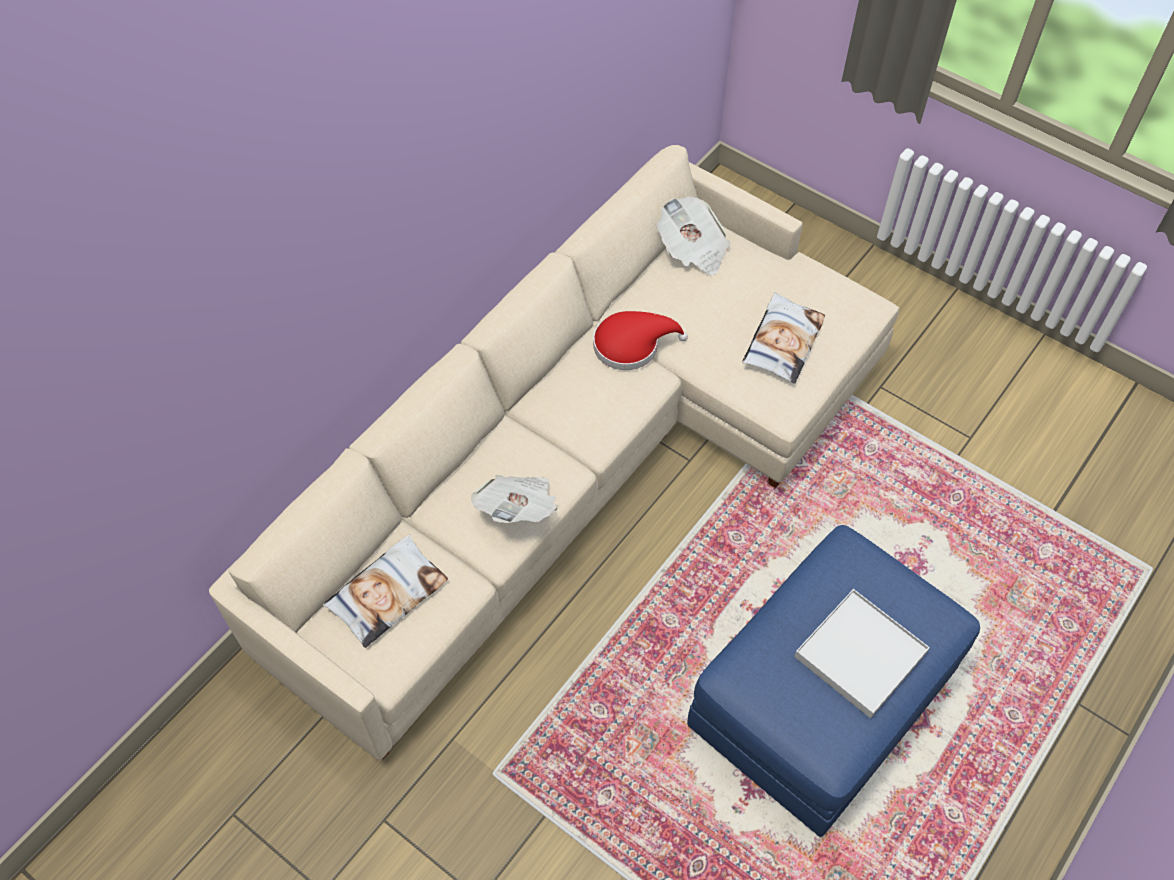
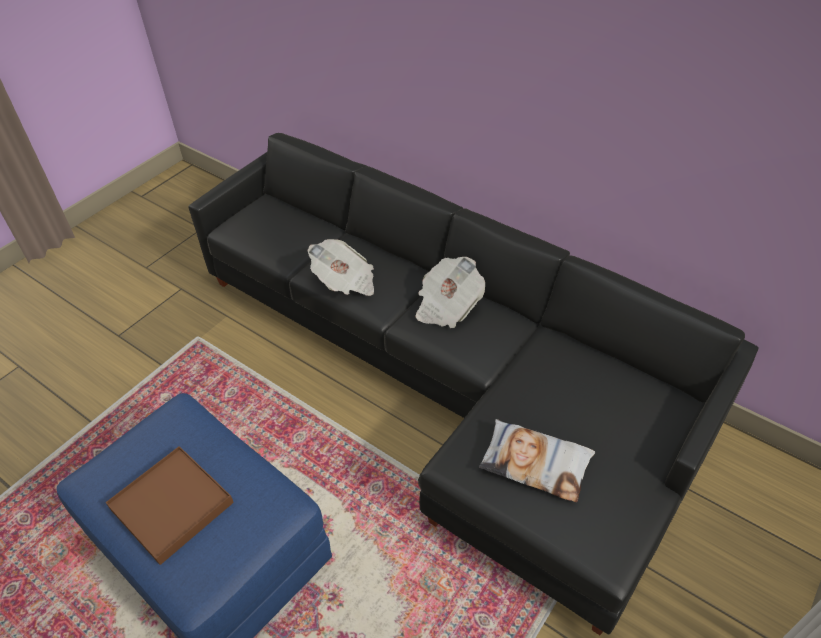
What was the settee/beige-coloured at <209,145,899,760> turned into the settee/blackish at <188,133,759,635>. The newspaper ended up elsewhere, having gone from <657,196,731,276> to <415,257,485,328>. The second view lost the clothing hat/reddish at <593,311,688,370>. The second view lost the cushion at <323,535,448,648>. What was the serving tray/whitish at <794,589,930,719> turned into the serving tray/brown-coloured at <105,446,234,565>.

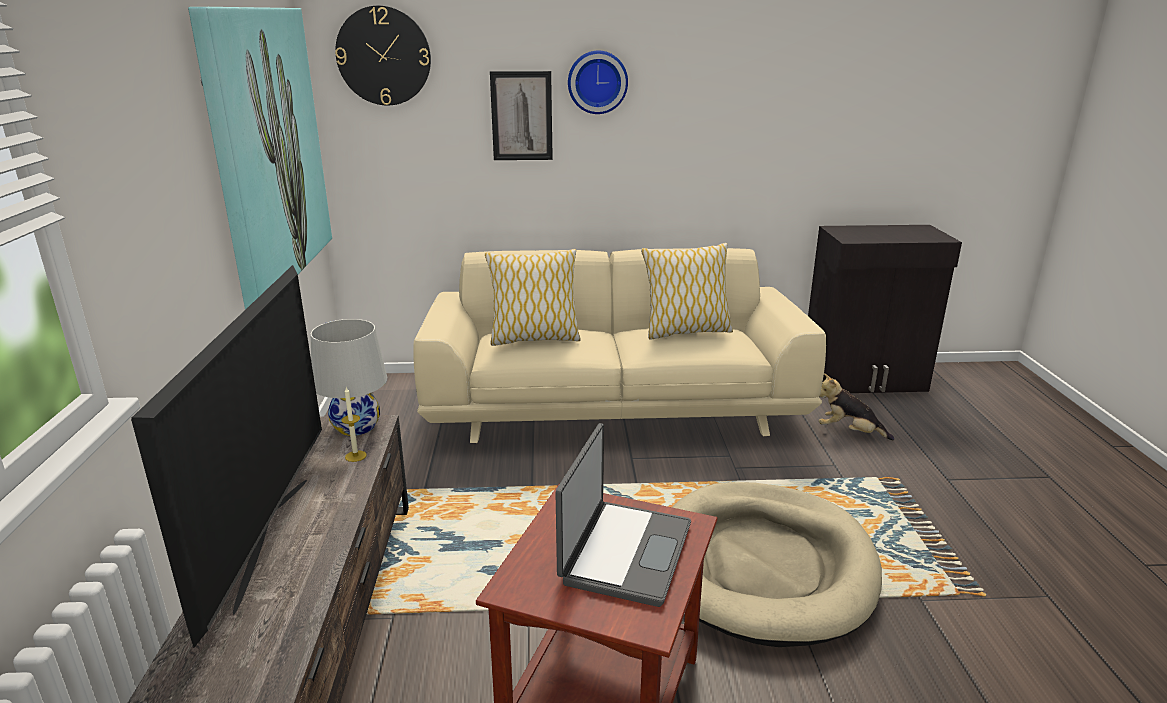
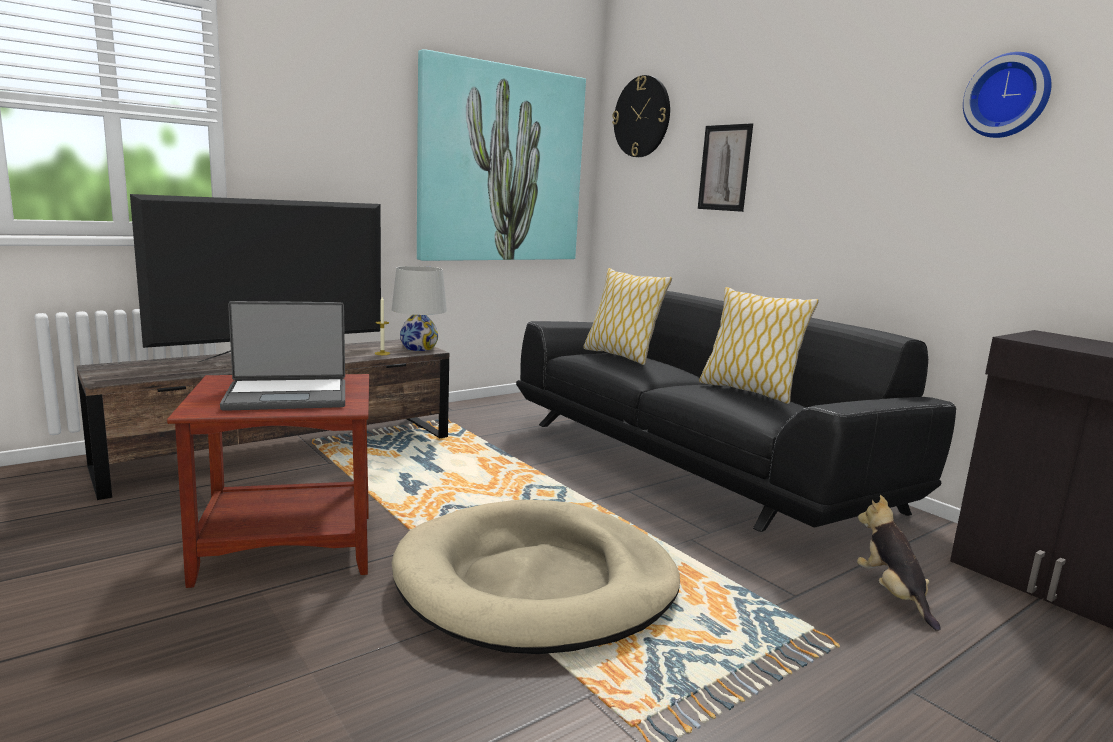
The wall clock ended up elsewhere, having gone from <568,51,628,114> to <963,52,1051,138>. What was the settee/beige-coloured at <413,248,826,443> turned into the settee/blackish at <516,291,956,532>.

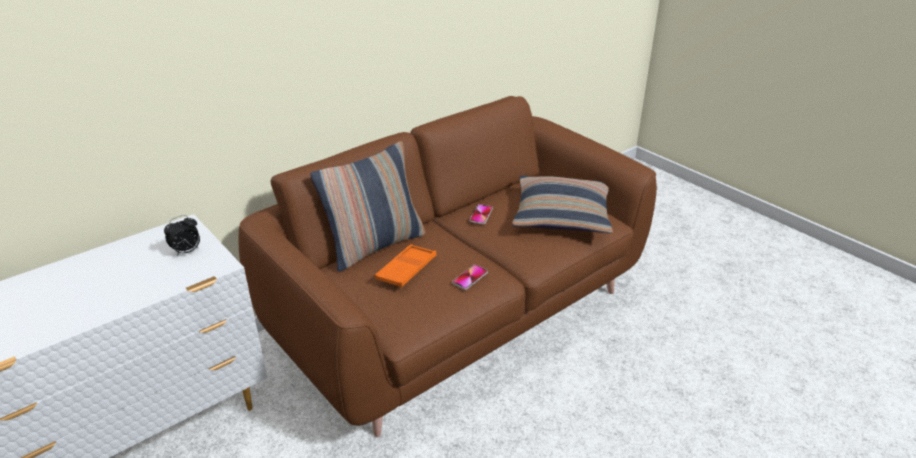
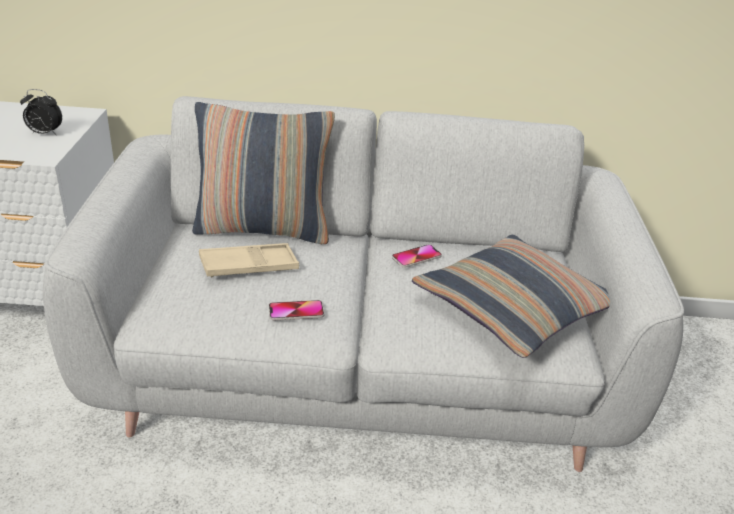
What was the settee/brown-coloured at <238,96,657,437> turned into the settee/greyish at <43,96,684,472>. What was the serving tray/orangey at <375,244,436,287> turned into the serving tray/beige-coloured at <199,243,299,278>.

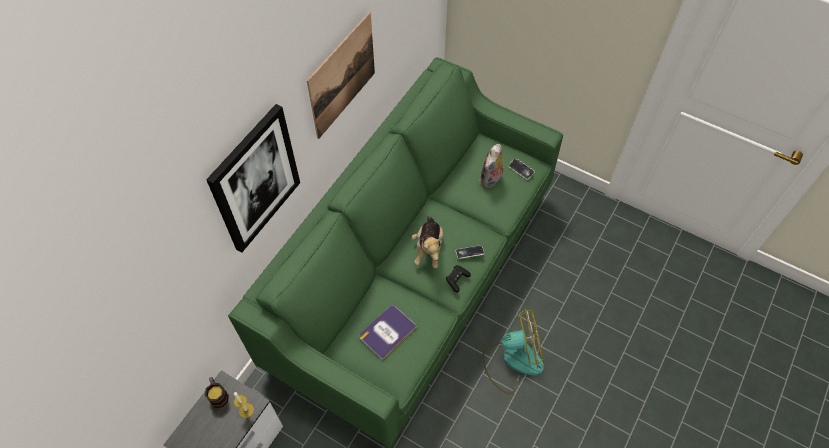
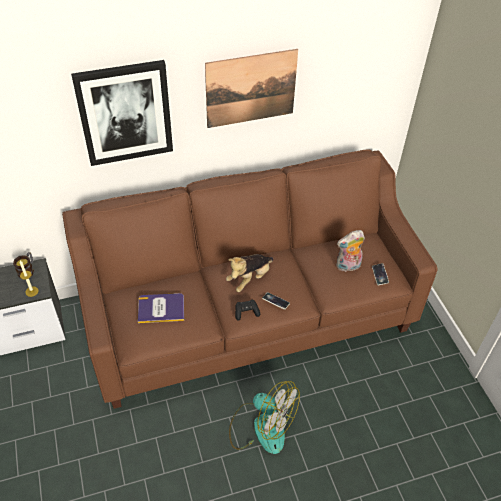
What was the settee/green at <228,57,563,448> turned into the settee/brown-coloured at <62,149,438,409>.

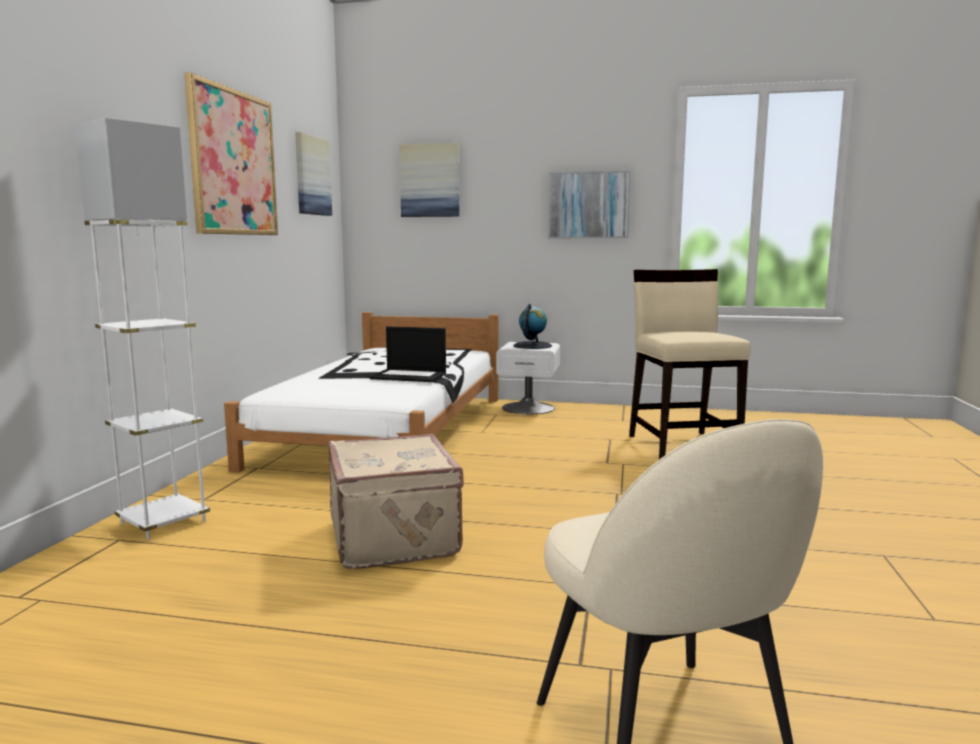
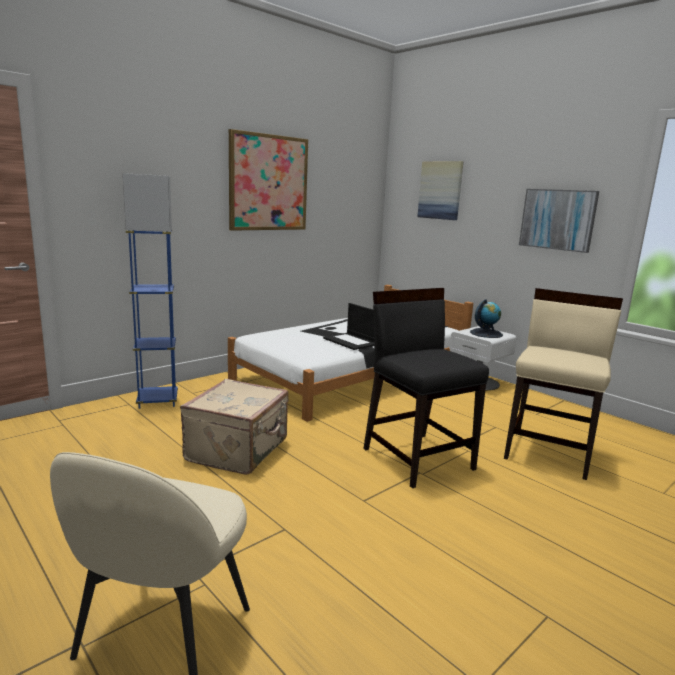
What was the floor lamp/whitish at <75,118,210,540> turned into the floor lamp/blue-coloured at <123,173,178,409>. The second view lost the picture at <295,132,332,216>. The second view gained the plain chair/blackish at <363,288,489,488>.

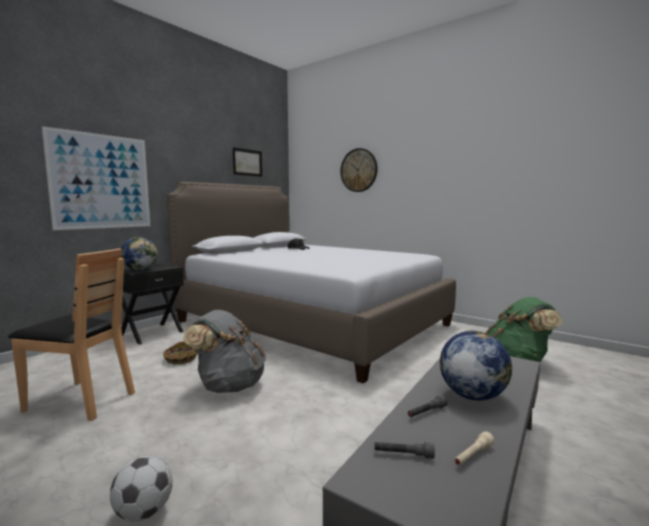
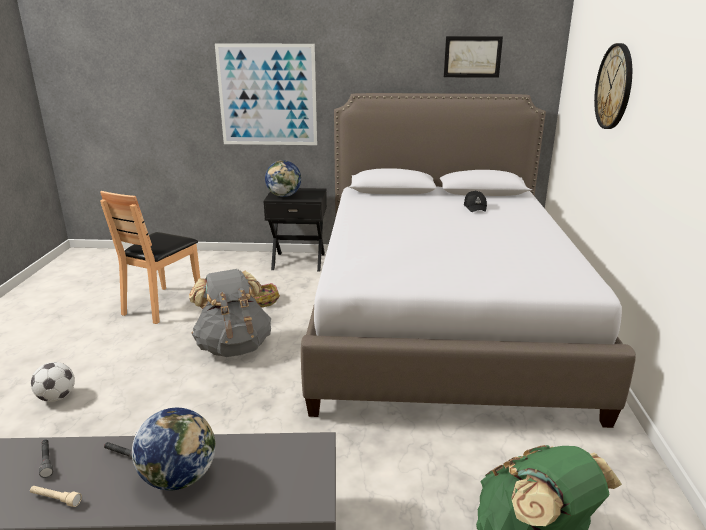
The plain chair/brown-coloured at <8,248,135,421> ended up facing another way, 45 degrees clockwise from before.

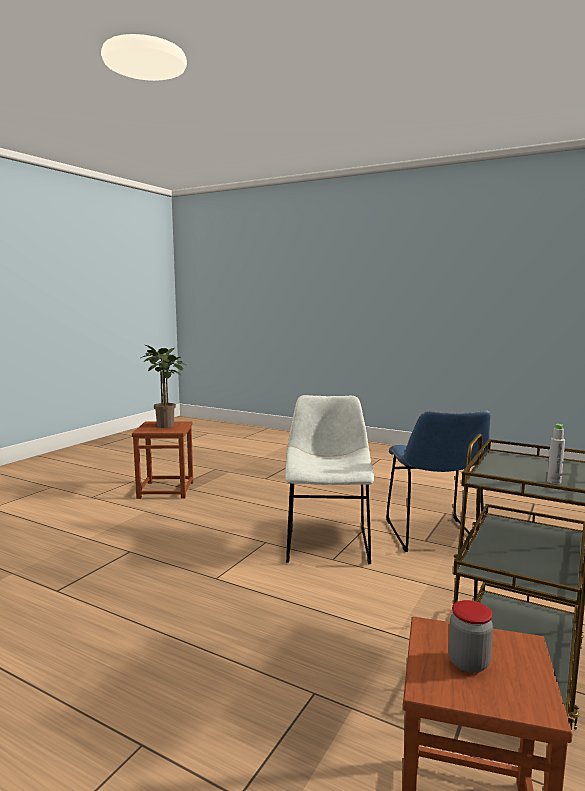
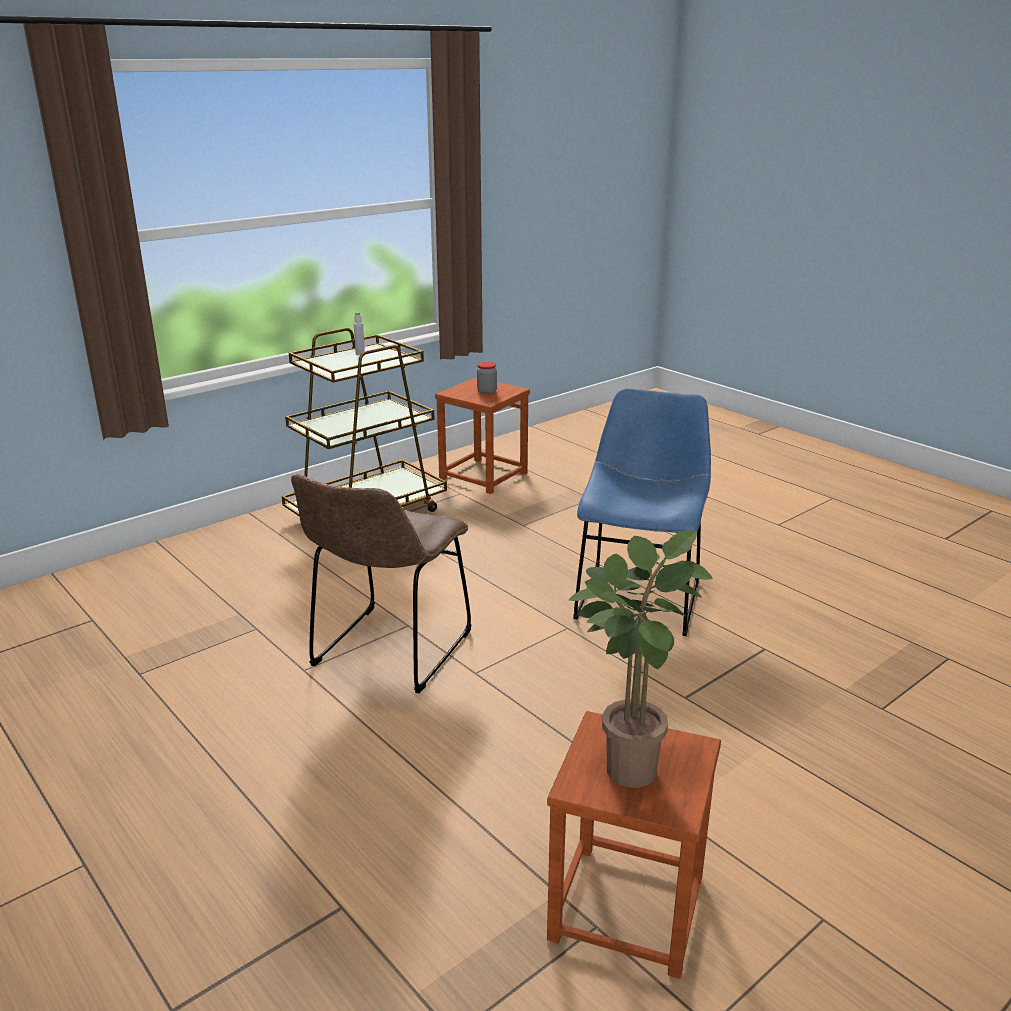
What was the plain chair/whitish at <285,395,374,564> turned into the plain chair/brown-coloured at <291,474,472,693>. The plain chair/blue-coloured ended up elsewhere, having gone from <386,410,491,552> to <573,388,711,636>.

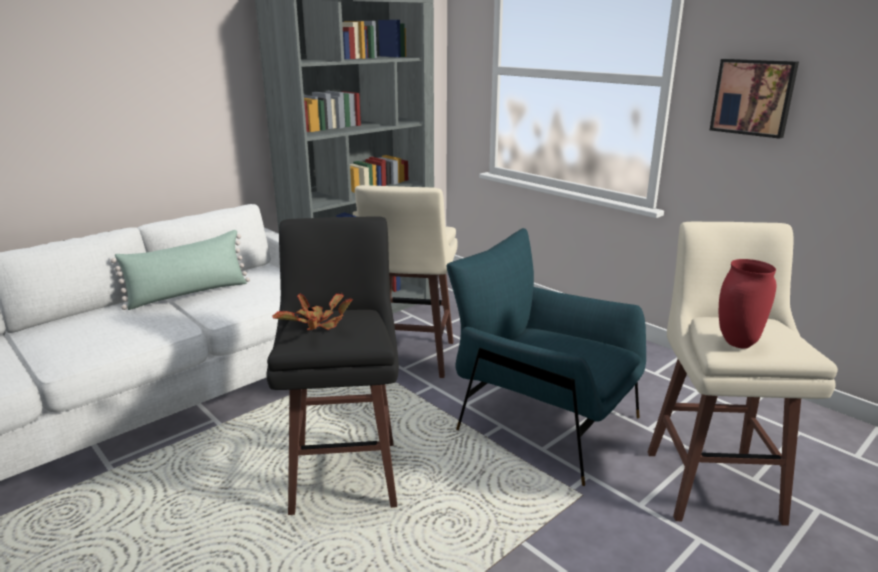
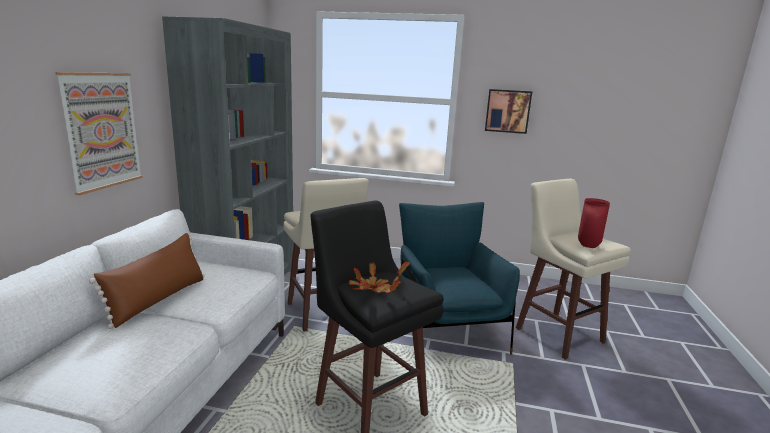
The lounge chair/blue-coloured at <446,228,646,486> ended up facing another way, 75 degrees clockwise from before. What was the cushion/green at <110,230,250,310> turned into the cushion/brown-coloured at <89,233,205,329>. The second view gained the picture at <55,72,143,195>.

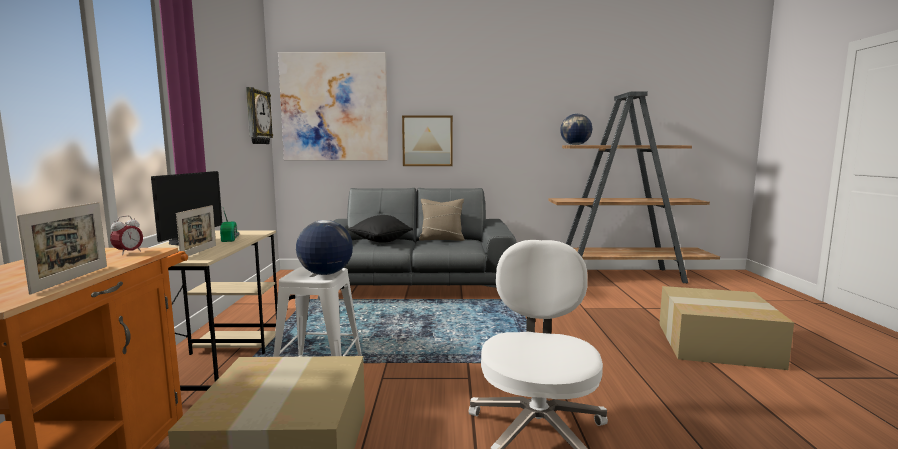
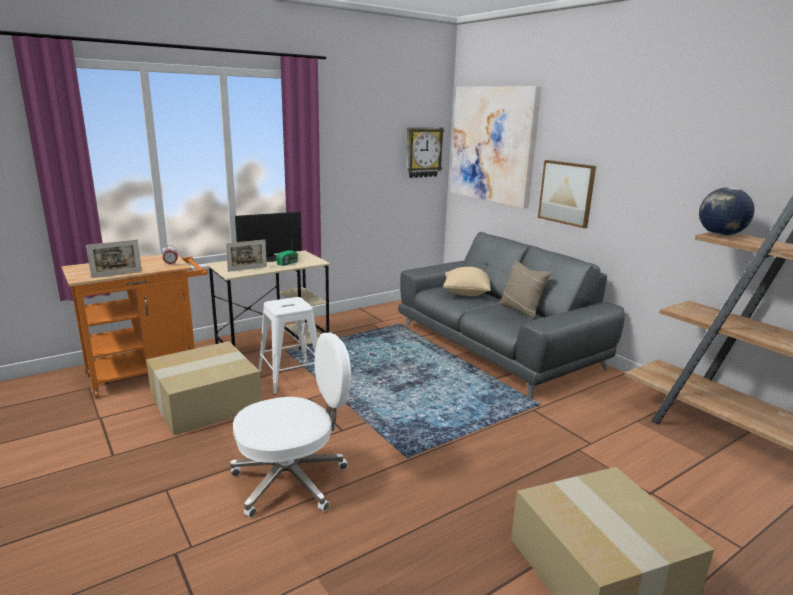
What was the cushion/blackish at <348,215,413,243> turned into the cushion/beige-coloured at <443,267,491,296>. The second view lost the globe at <296,220,353,275>.

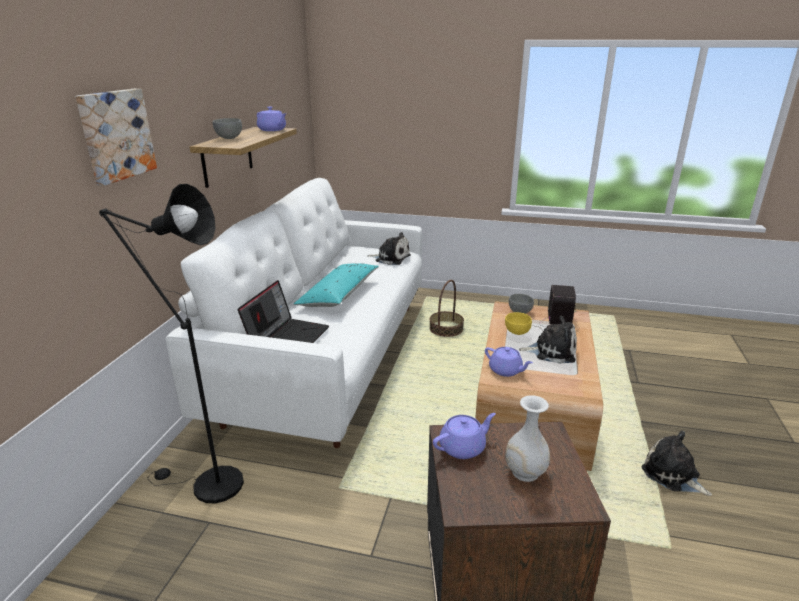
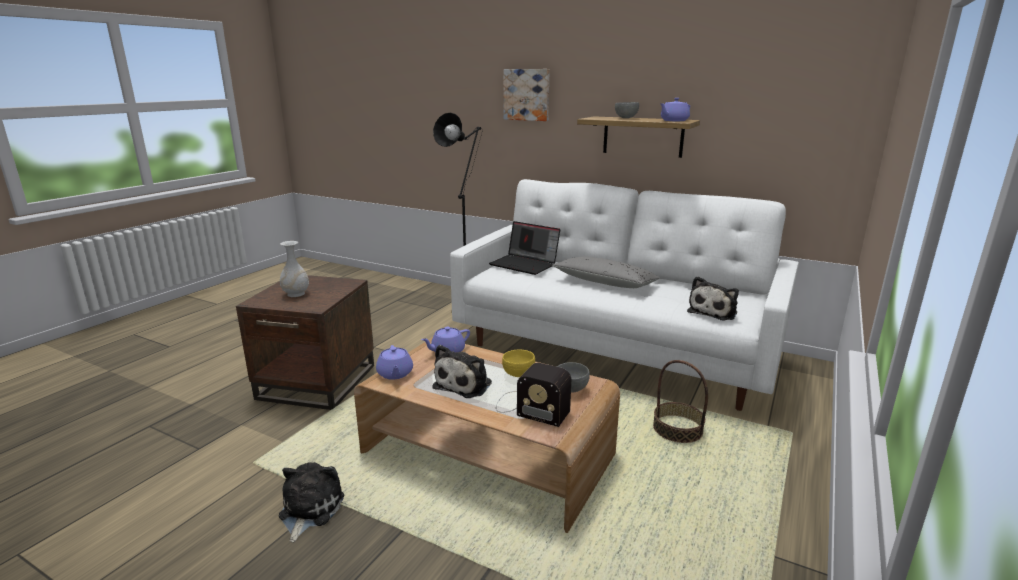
What was the cushion/blue-green at <294,263,379,307> turned into the cushion/greyish at <552,256,660,288>. The tea pot/purple-coloured ended up elsewhere, having gone from <433,413,496,459> to <376,345,413,380>. The plush toy at <642,431,712,496> ended up facing another way, 60 degrees counterclockwise from before.

